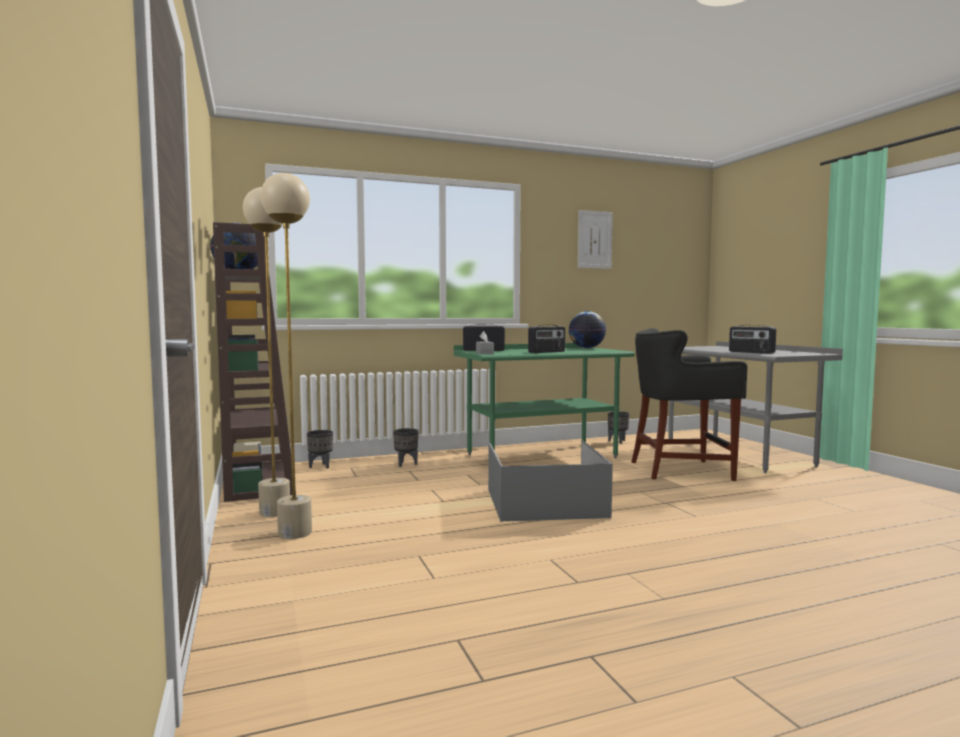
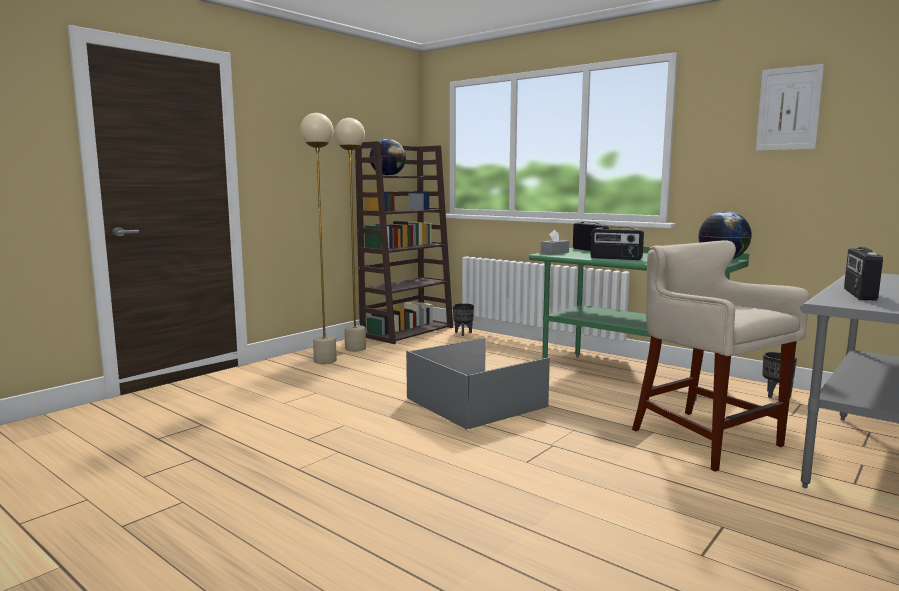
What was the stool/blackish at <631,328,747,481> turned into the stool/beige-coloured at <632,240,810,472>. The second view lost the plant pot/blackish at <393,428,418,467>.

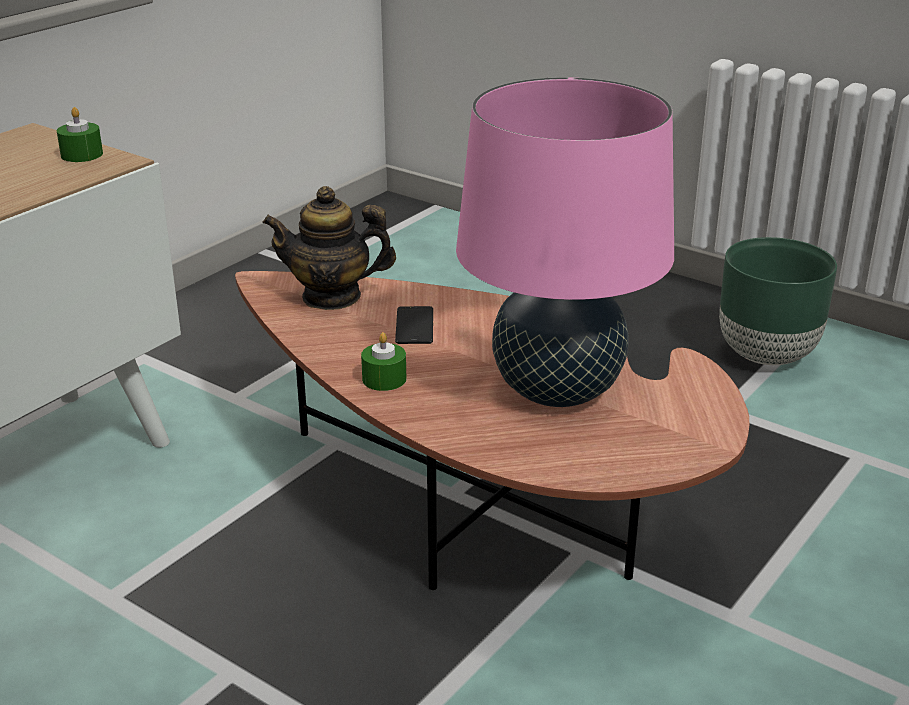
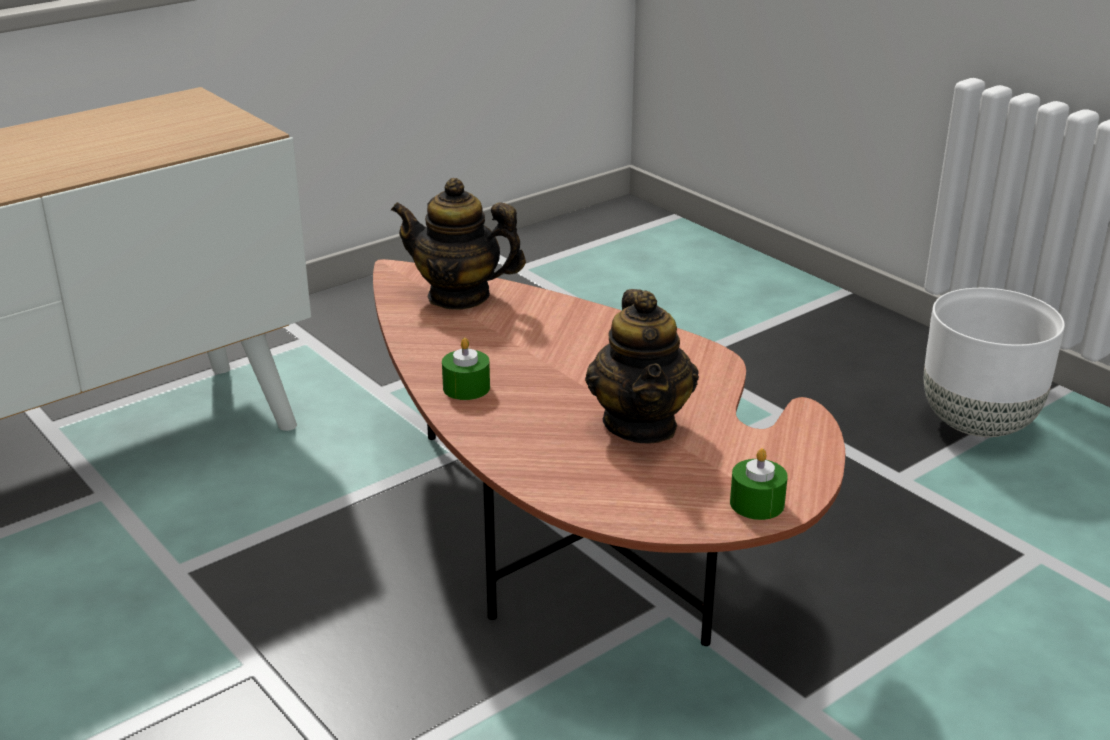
Where the table lamp/pinkish stood at <456,77,674,407>, the tea pot came to stand at <585,289,699,444>. The candle/green ended up elsewhere, having gone from <57,107,103,162> to <730,448,788,520>. What was the plant pot/green at <719,237,837,365> turned into the plant pot/whitish at <923,288,1065,437>. The second view lost the phone at <395,306,433,344>.

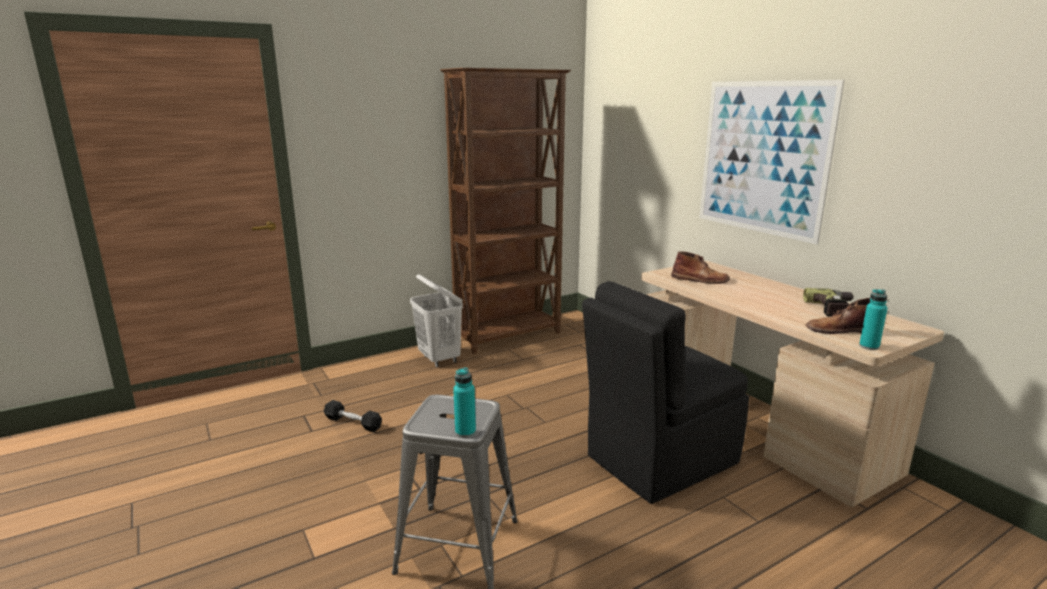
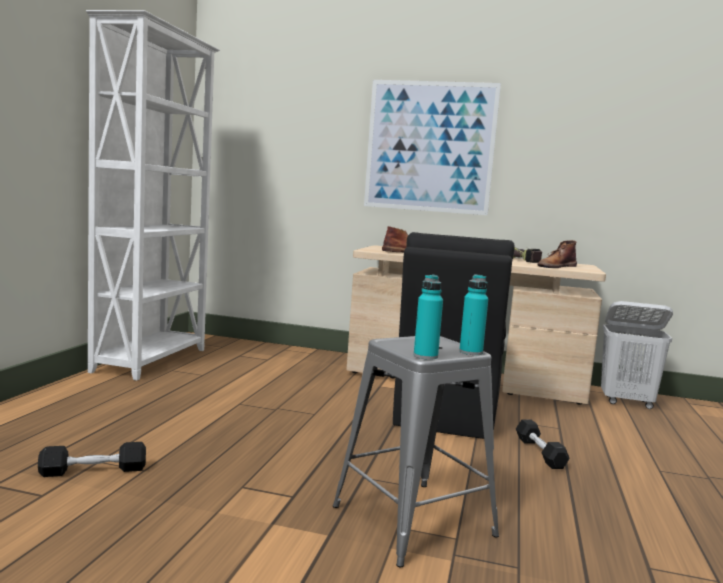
What was the shelving unit/brown-coloured at <440,68,571,354> turned into the shelving unit/whitish at <86,10,220,381>. The hamper/whitish ended up elsewhere, having gone from <410,274,463,367> to <601,301,673,409>. The drink bottle/blue-green ended up elsewhere, having gone from <859,289,888,350> to <414,275,443,360>. The second view gained the free weight/blackish at <516,419,570,469>.

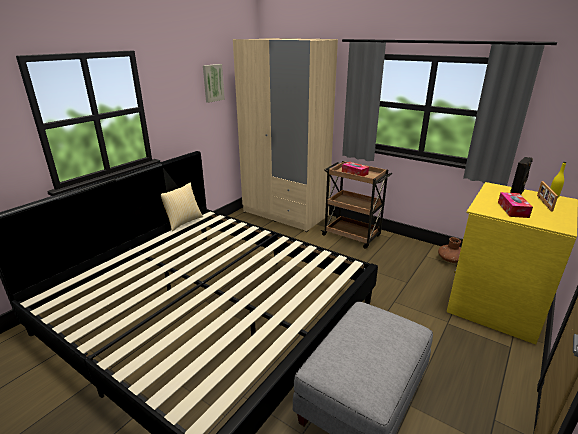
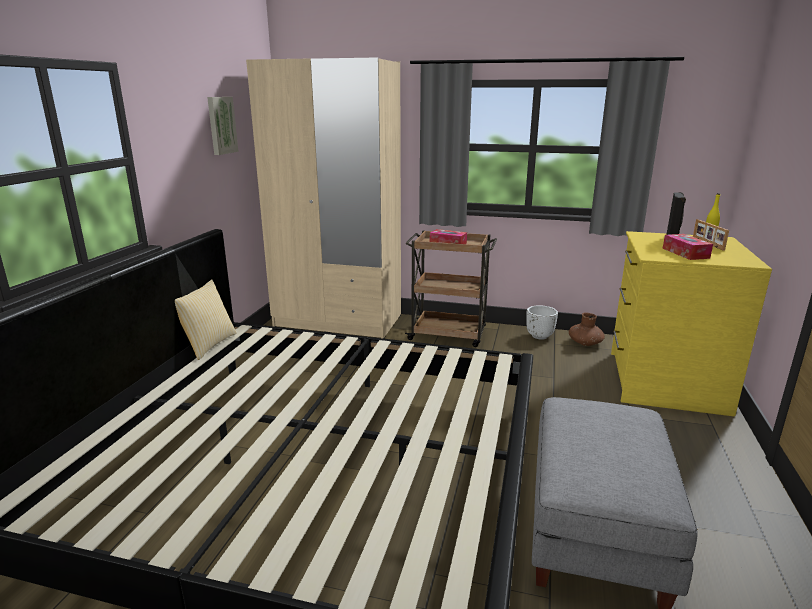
The second view gained the plant pot/whitish at <526,305,558,340>.

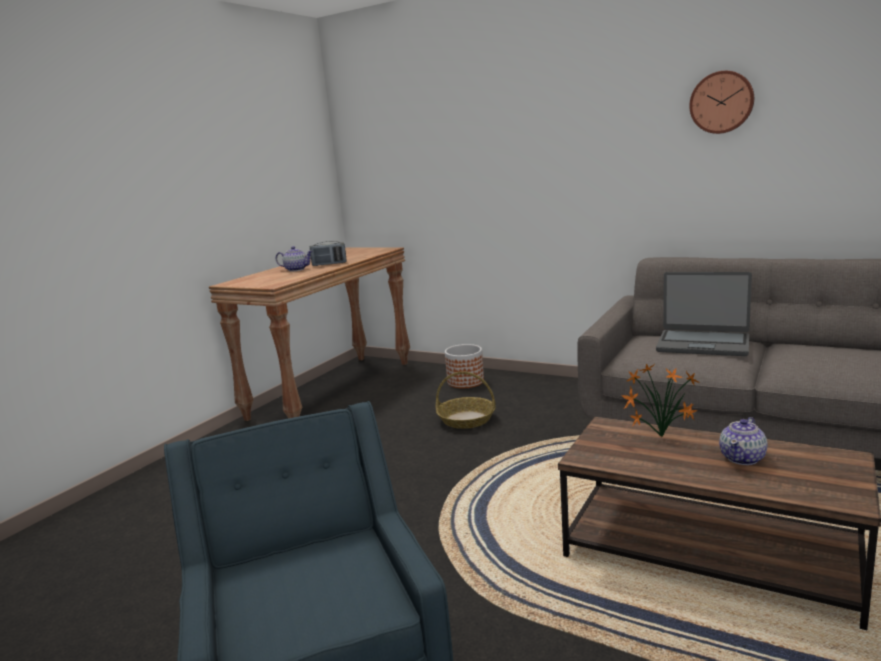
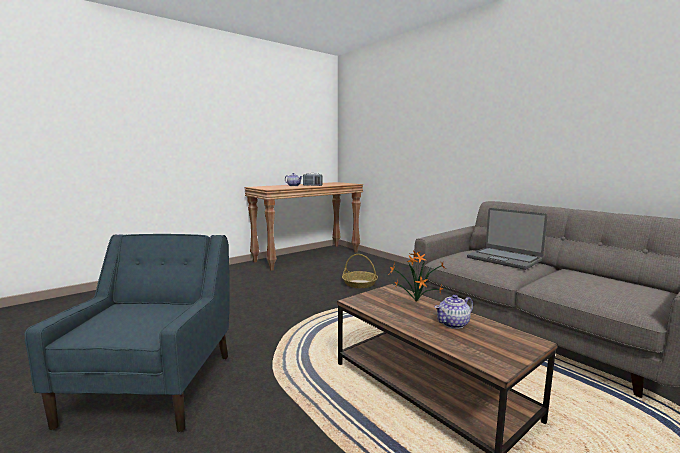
The second view lost the wall clock at <689,71,754,134>. The second view lost the plant pot at <445,344,484,388>.

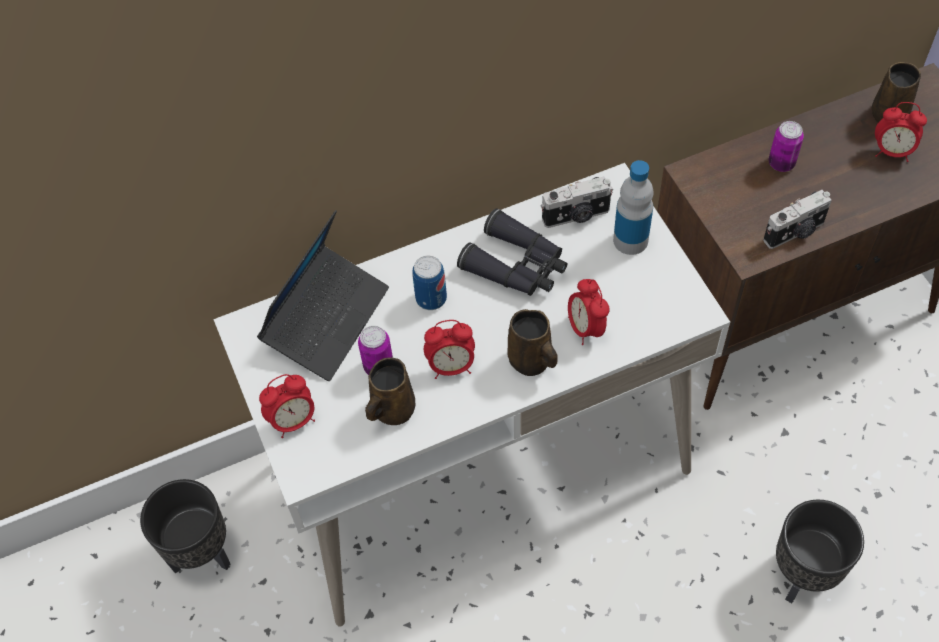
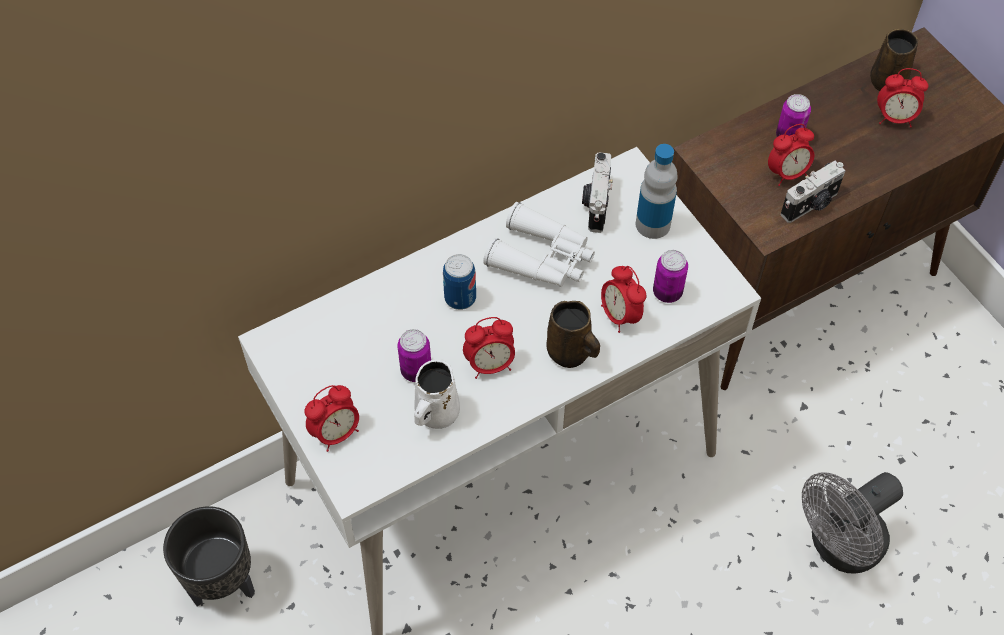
The photo camera at <540,176,613,228> ended up facing another way, 120 degrees clockwise from before. What was the field glasses/blackish at <457,209,567,296> turned into the field glasses/whitish at <483,202,595,287>. The second view lost the laptop at <257,210,389,381>. What was the coffee mug/brown-coloured at <365,357,416,425> turned into the coffee mug/whitish at <414,360,460,429>. Where the plant pot/blackish stood at <776,499,864,603>, the cooling fan/greyish came to stand at <802,472,903,574>. The second view gained the alarm clock at <768,124,814,186>. The second view gained the metal can at <653,250,688,303>.

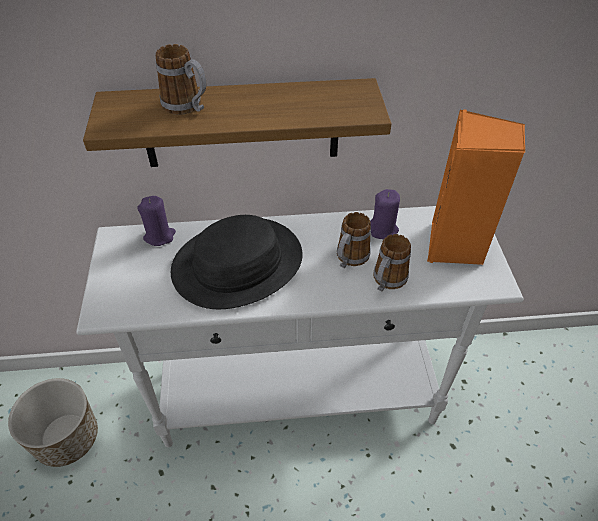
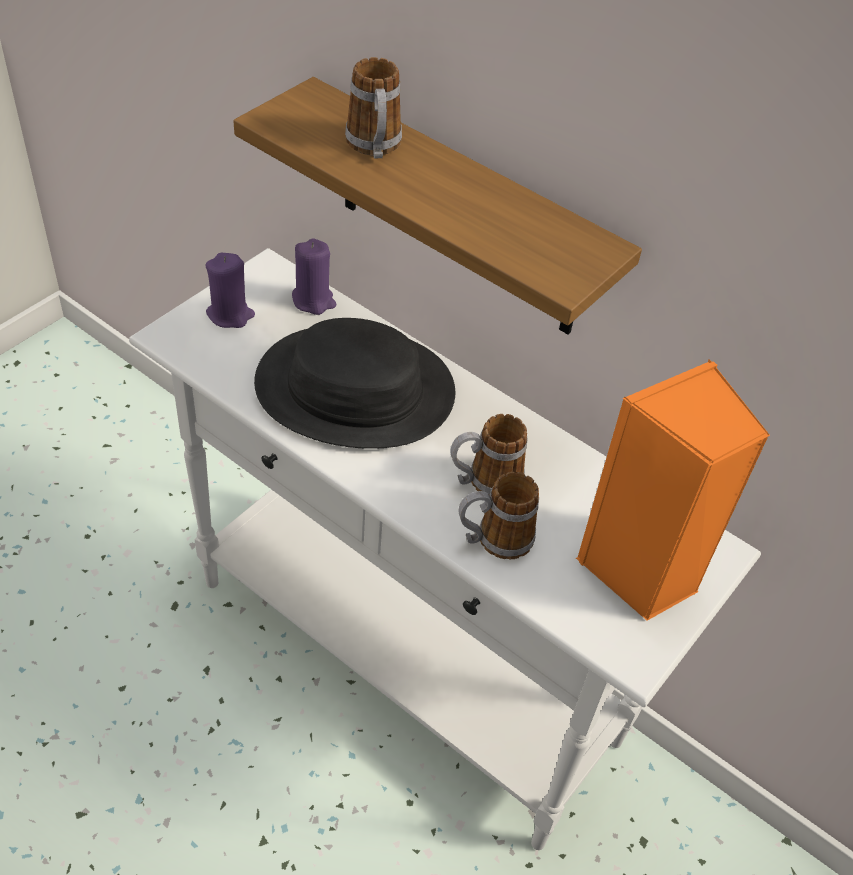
The candle/purple-coloured ended up elsewhere, having gone from <370,189,400,239> to <205,253,255,328>. The second view lost the plant pot at <8,378,98,467>.

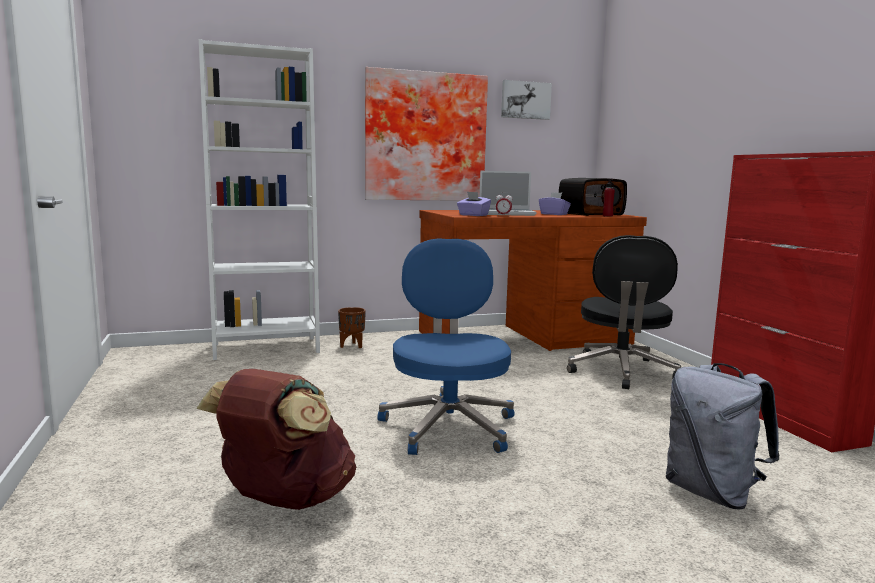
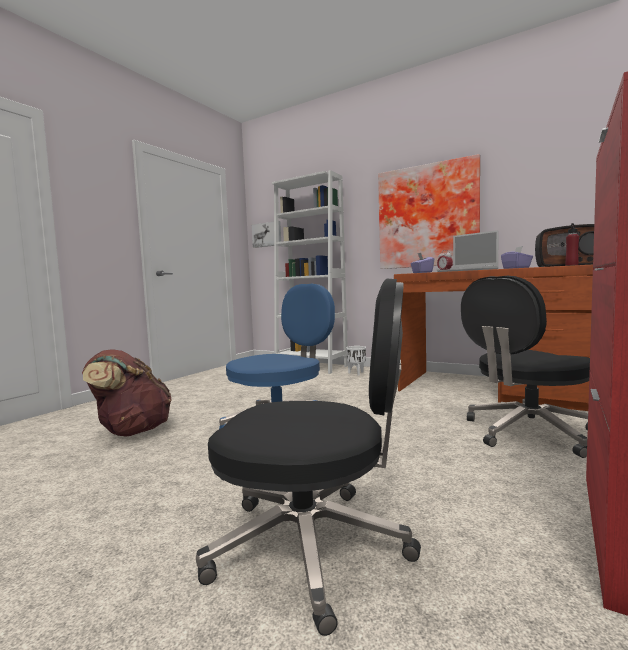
The picture ended up elsewhere, having gone from <501,80,552,120> to <252,221,281,248>. What was the plant pot/brown-coloured at <338,307,366,348> turned into the plant pot/whitish at <346,346,366,376>. Where the rucksack/greyish stood at <666,363,780,510>, the office chair/blackish came to stand at <196,279,421,636>.

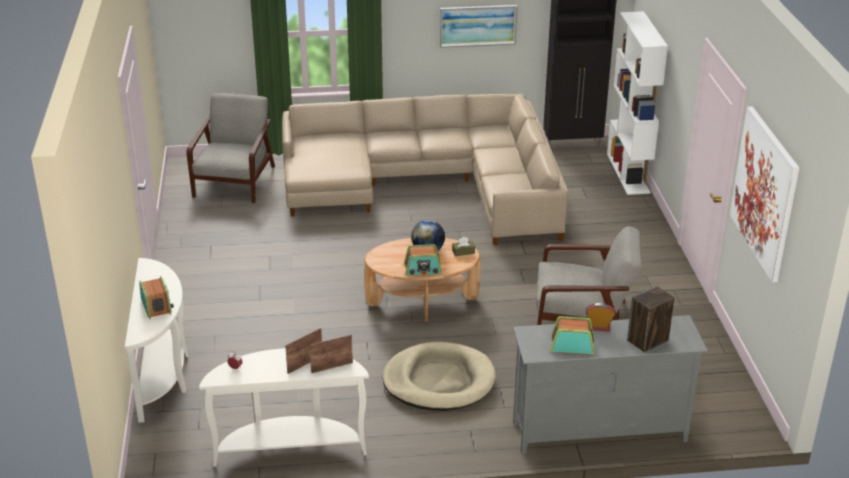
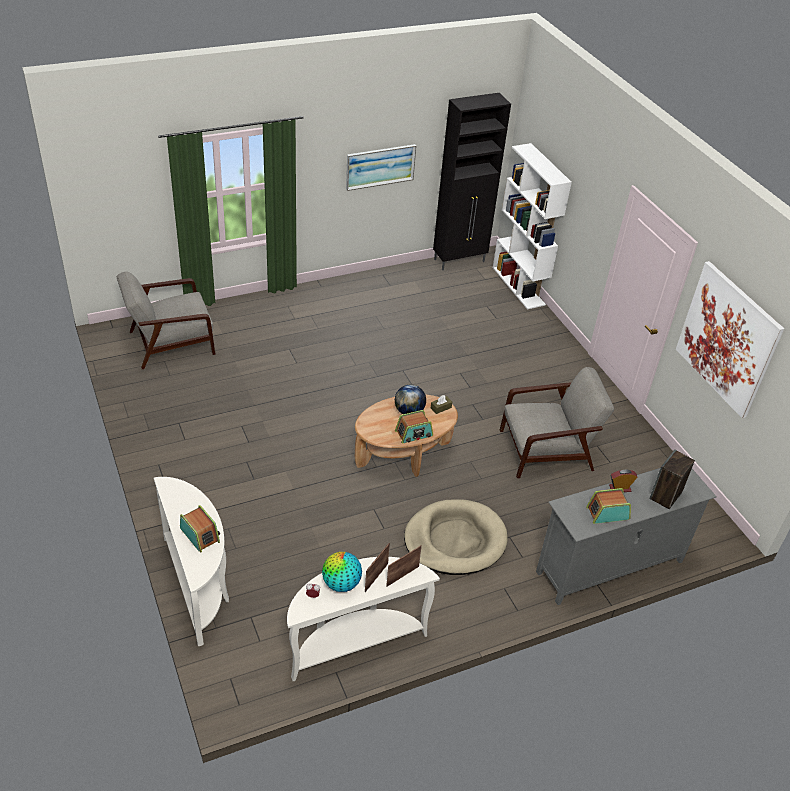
The lounge chair/greyish at <186,93,275,203> ended up facing another way, 105 degrees counterclockwise from before. The second view lost the settee/beige-coloured at <282,94,568,245>. The second view gained the globe at <322,552,362,592>.

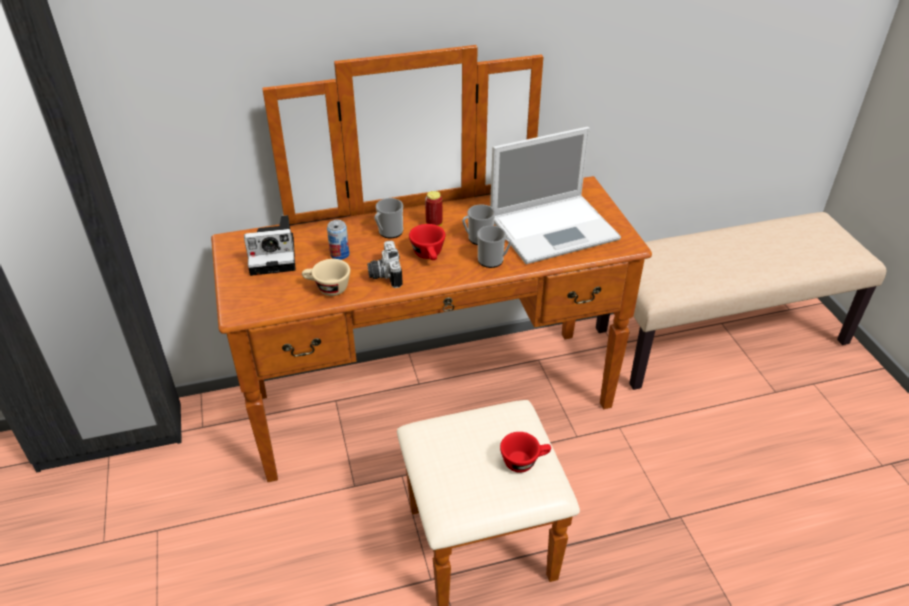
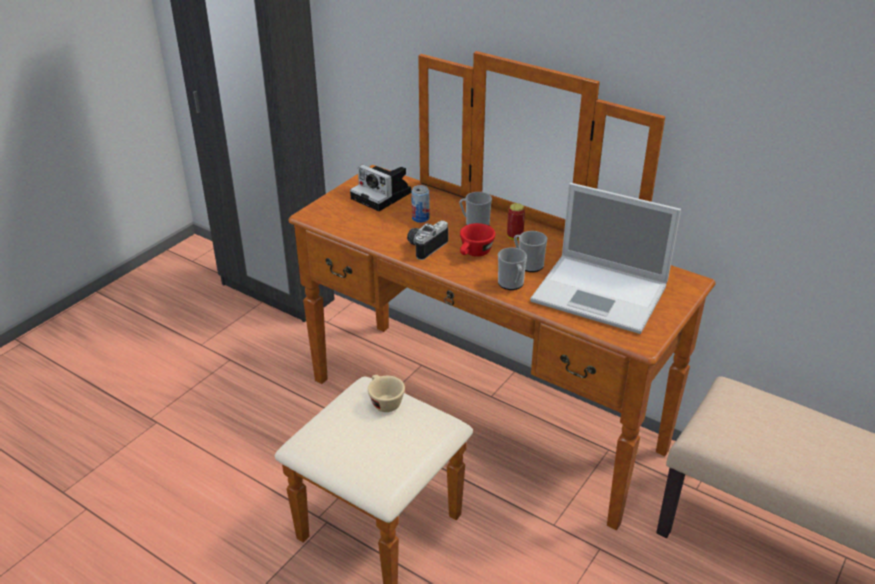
The cup/beige-coloured ended up elsewhere, having gone from <302,259,350,296> to <368,375,405,412>. The second view lost the cup/reddish at <500,432,551,473>.

